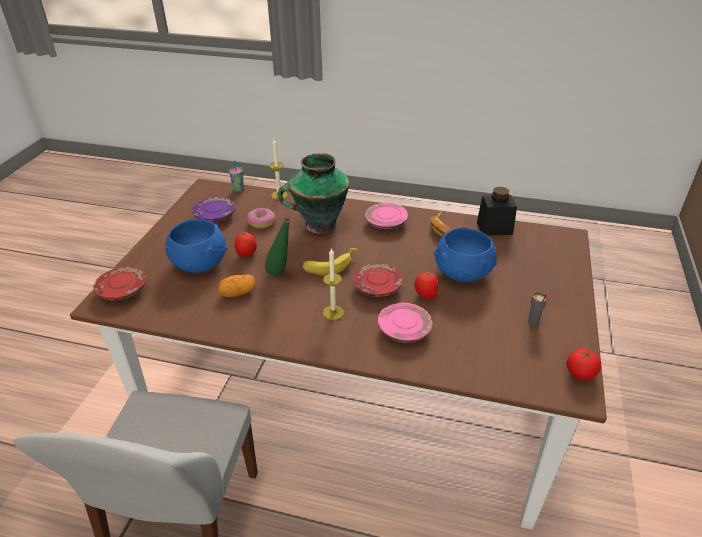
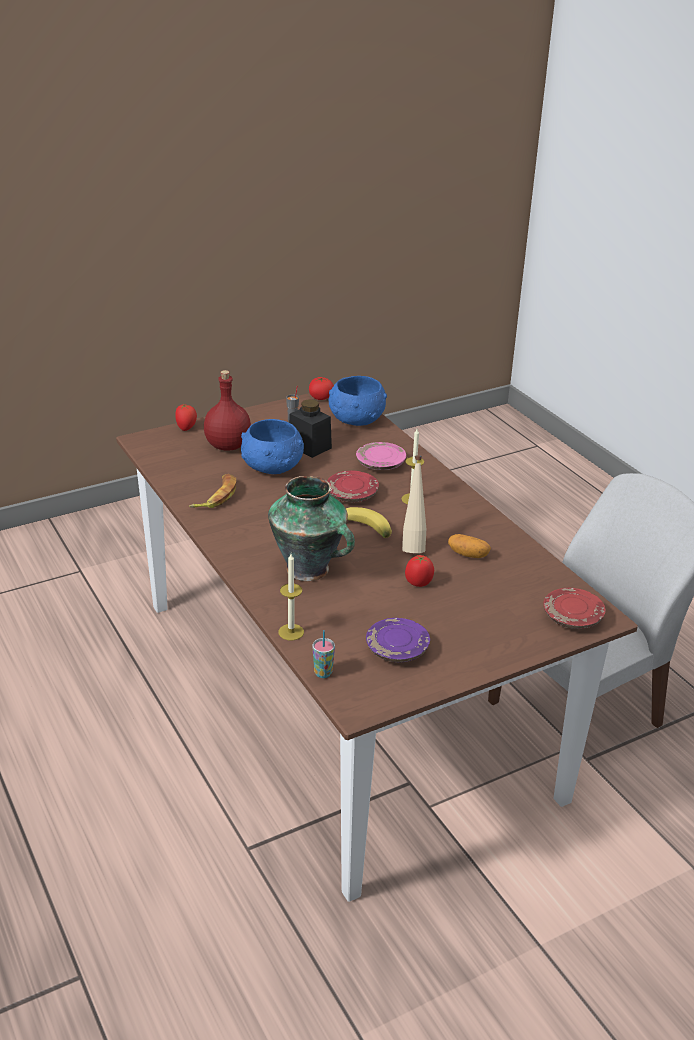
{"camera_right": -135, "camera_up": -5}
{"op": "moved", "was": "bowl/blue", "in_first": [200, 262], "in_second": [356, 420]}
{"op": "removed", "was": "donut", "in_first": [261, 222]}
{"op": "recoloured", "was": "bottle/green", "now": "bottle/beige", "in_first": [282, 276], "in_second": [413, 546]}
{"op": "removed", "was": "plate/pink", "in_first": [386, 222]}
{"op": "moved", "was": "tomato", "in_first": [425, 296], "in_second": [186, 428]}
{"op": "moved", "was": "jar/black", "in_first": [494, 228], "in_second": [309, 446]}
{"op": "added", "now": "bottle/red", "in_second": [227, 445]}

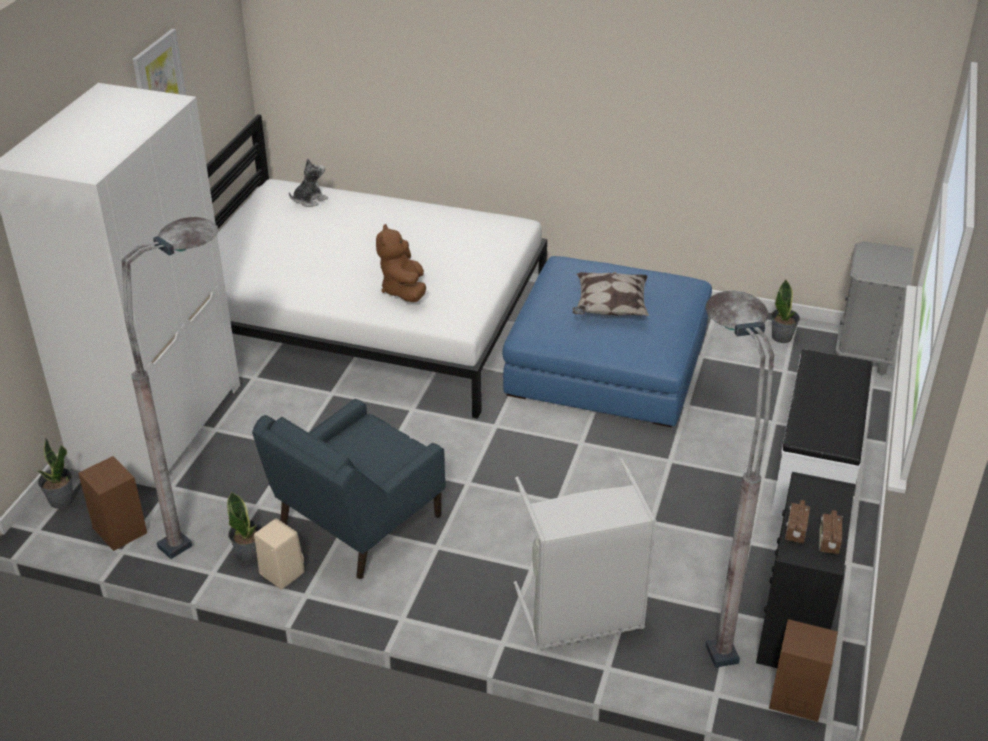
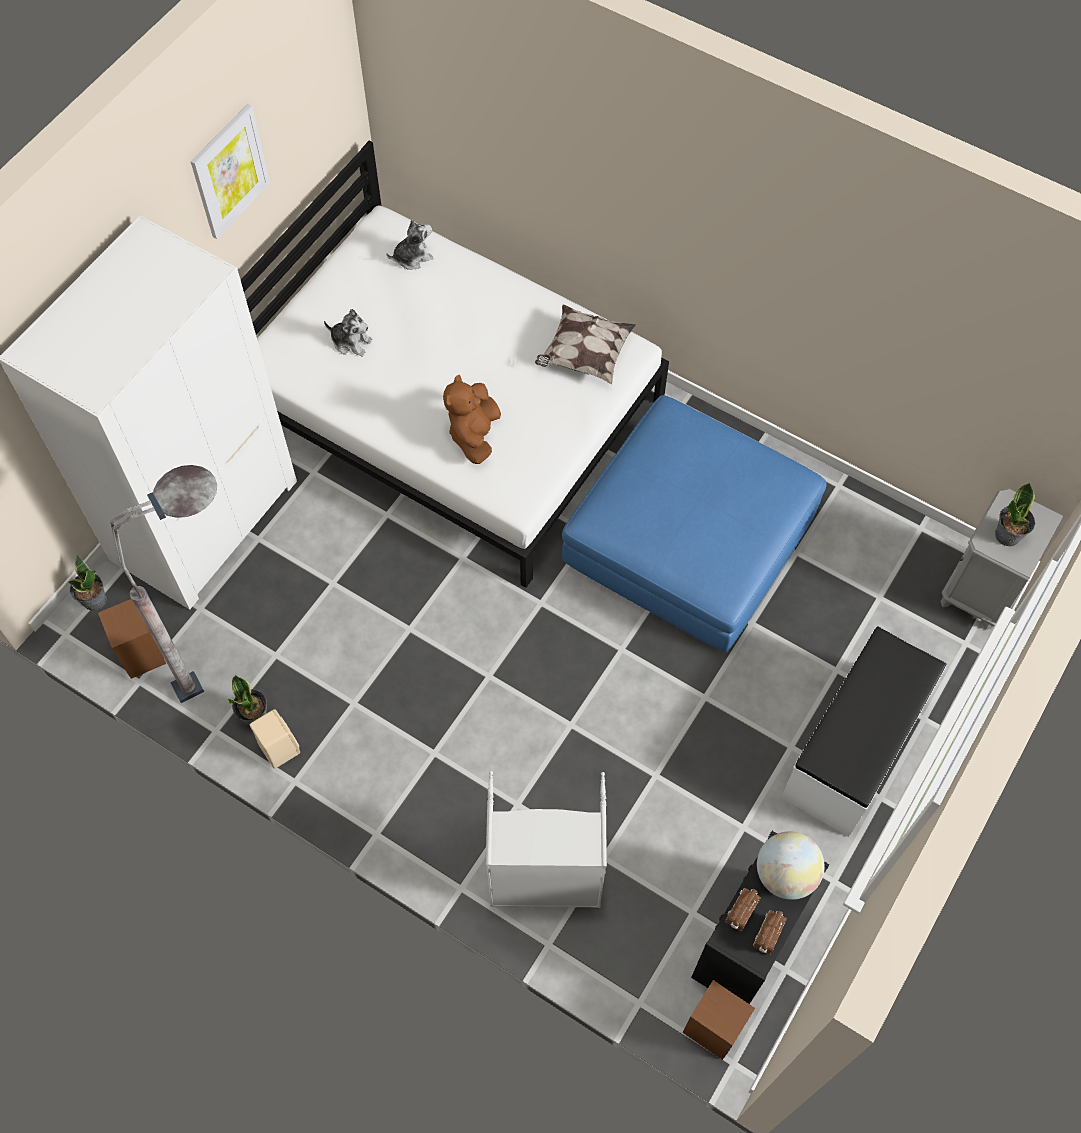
{"camera_right": 15, "camera_up": 25}
{"op": "removed", "was": "armchair/blue", "in_first": [357, 523]}
{"op": "moved", "was": "pillow", "in_first": [609, 309], "in_second": [584, 355]}
{"op": "removed", "was": "floor lamp/grey", "in_first": [704, 612]}
{"op": "moved", "was": "potted plant", "in_first": [782, 337], "in_second": [1008, 535]}
{"op": "added", "now": "plush toy", "in_second": [351, 342]}
{"op": "added", "now": "globe", "in_second": [785, 874]}

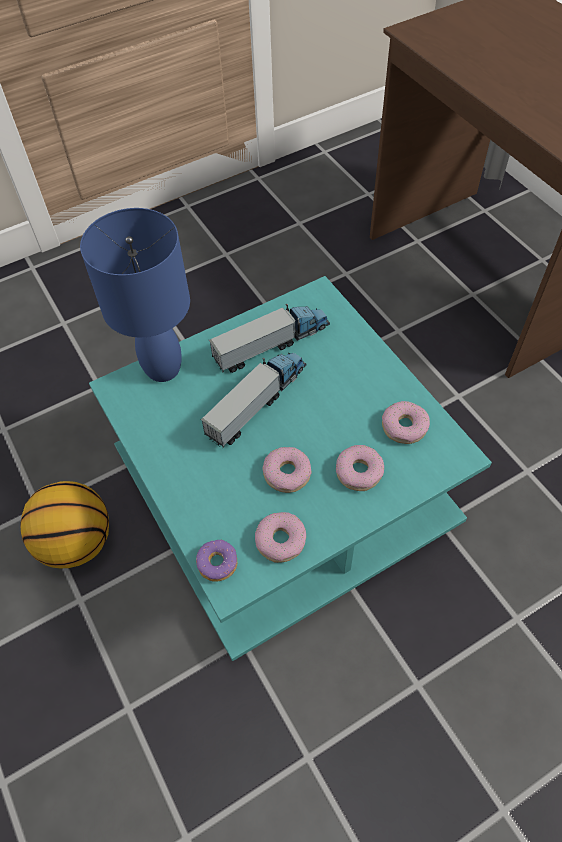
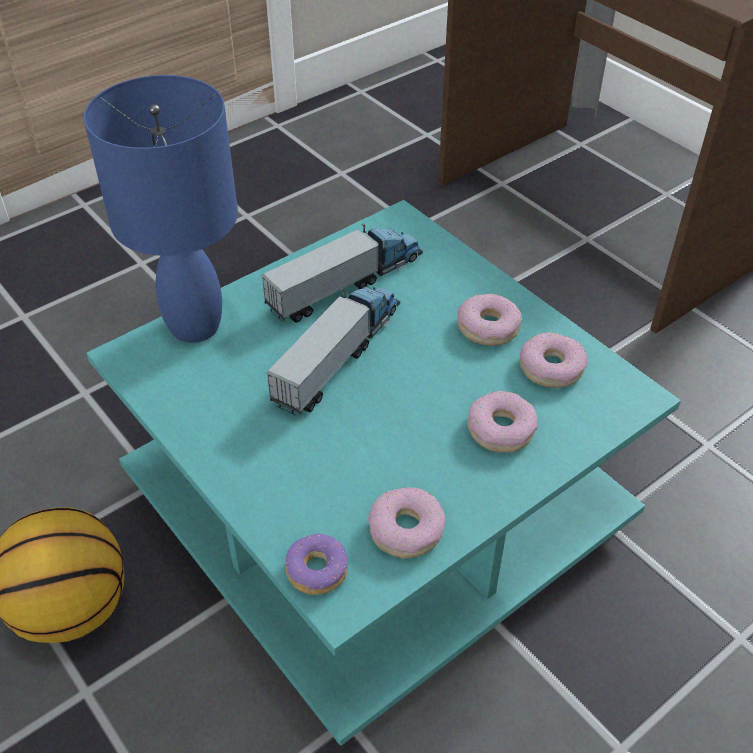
{"camera_right": -10, "camera_up": -10}
{"op": "moved", "was": "donut", "in_first": [286, 473], "in_second": [488, 327]}

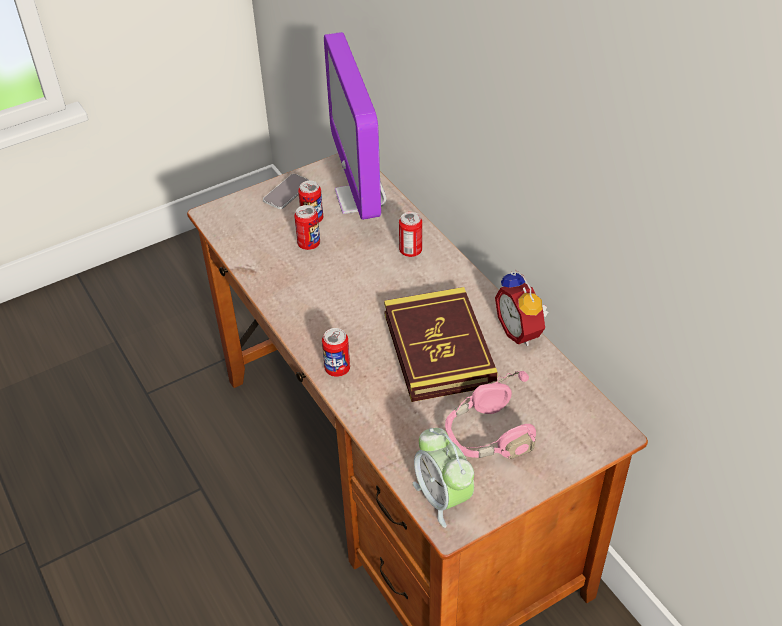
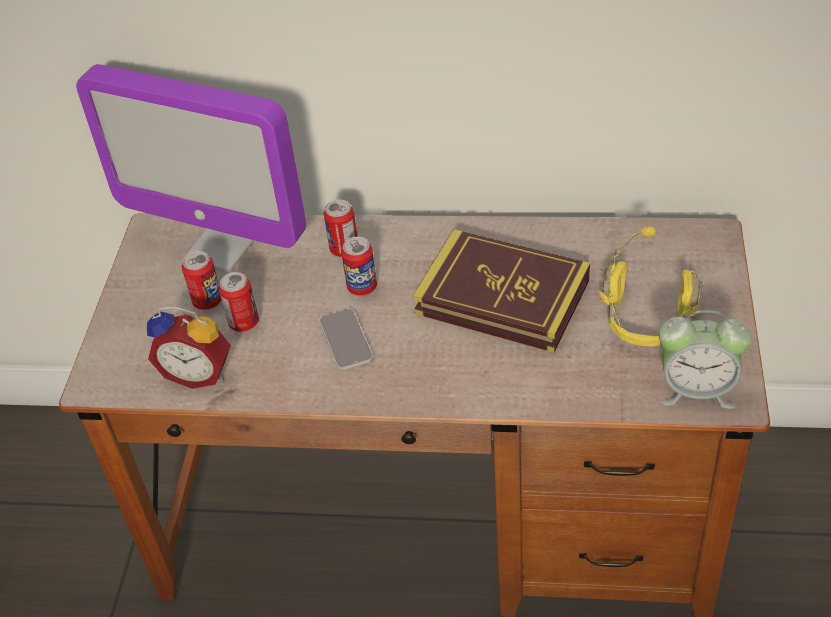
{"camera_right": -50, "camera_up": 0}
{"op": "moved", "was": "phone", "in_first": [287, 192], "in_second": [346, 340]}
{"op": "moved", "was": "can", "in_first": [337, 369], "in_second": [362, 287]}
{"op": "recoloured", "was": "headphones/pink", "now": "headphones/yellow", "in_first": [487, 436], "in_second": [646, 319]}
{"op": "moved", "was": "alarm clock", "in_first": [521, 331], "in_second": [199, 373]}

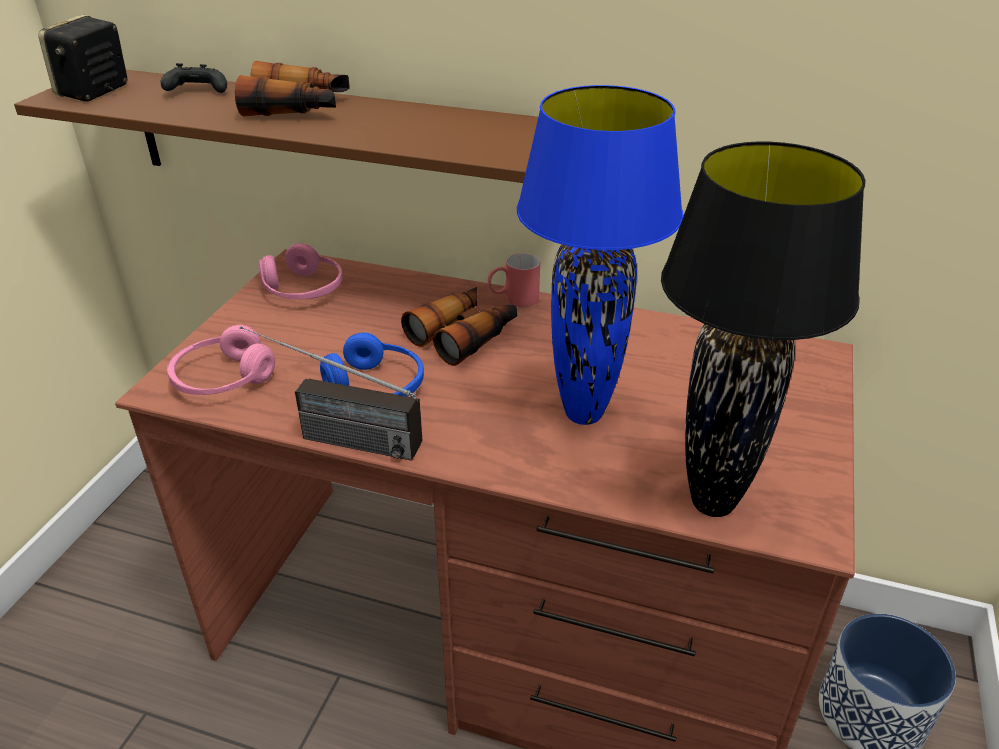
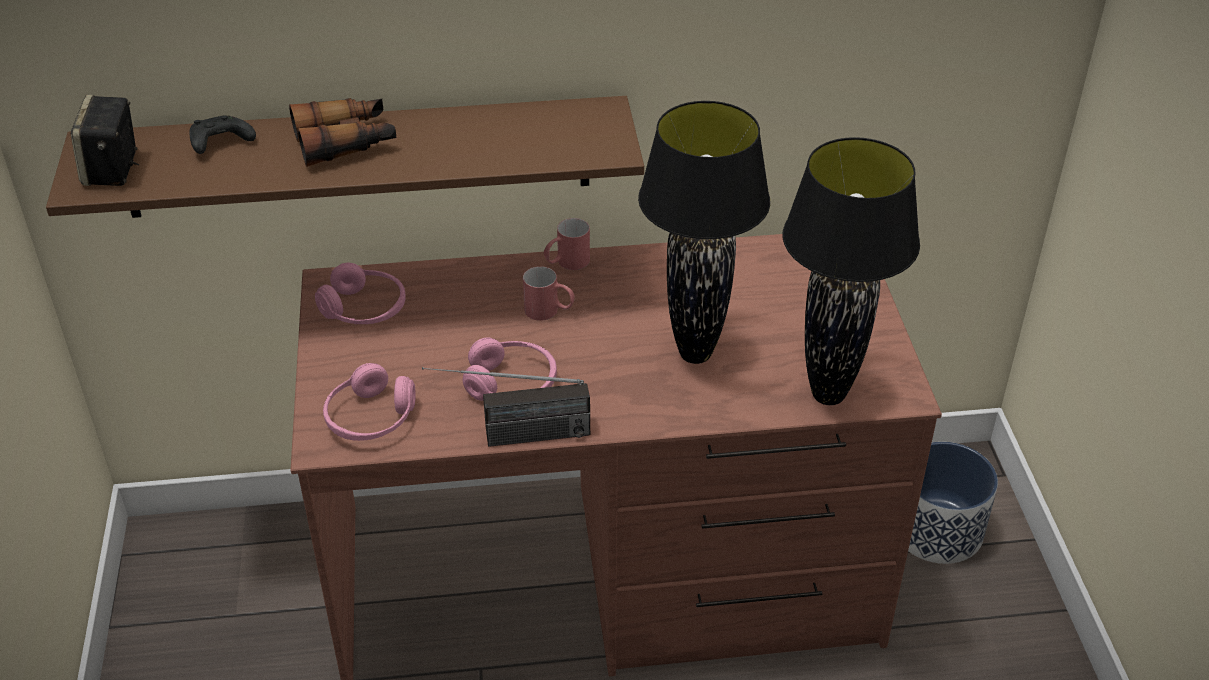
{"camera_right": -25, "camera_up": 5}
{"op": "recoloured", "was": "headphones/blue", "now": "headphones/pink", "in_first": [376, 387], "in_second": [511, 383]}
{"op": "replaced", "was": "binoculars", "now": "mug/red", "in_first": [464, 335], "in_second": [549, 312]}
{"op": "recoloured", "was": "table lamp/blue", "now": "table lamp/black", "in_first": [582, 413], "in_second": [694, 354]}

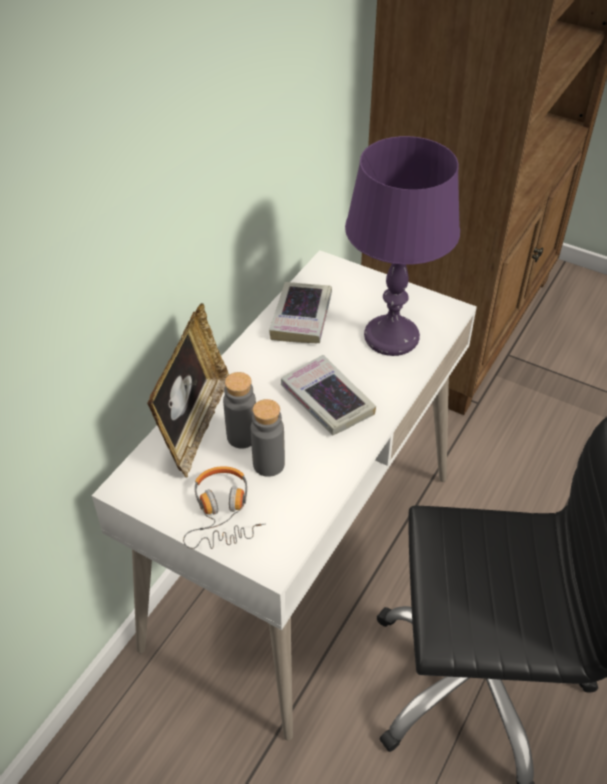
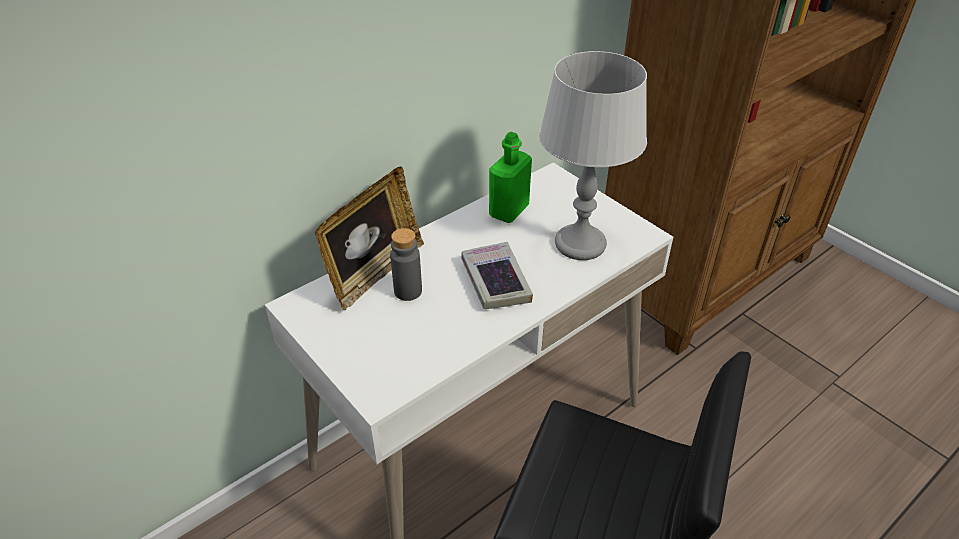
{"camera_right": 20, "camera_up": -5}
{"op": "removed", "was": "headphones", "in_first": [222, 513]}
{"op": "removed", "was": "bottle/grey", "in_first": [268, 464]}
{"op": "replaced", "was": "book", "now": "bottle/green", "in_first": [301, 317], "in_second": [509, 211]}
{"op": "recoloured", "was": "table lamp/purple", "now": "table lamp/grey", "in_first": [390, 337], "in_second": [579, 244]}

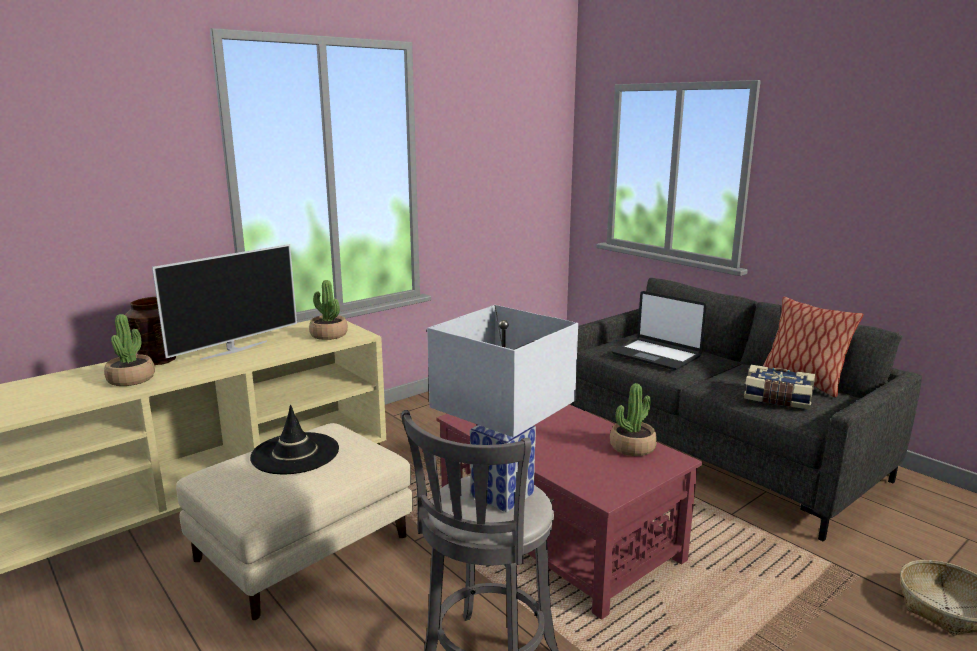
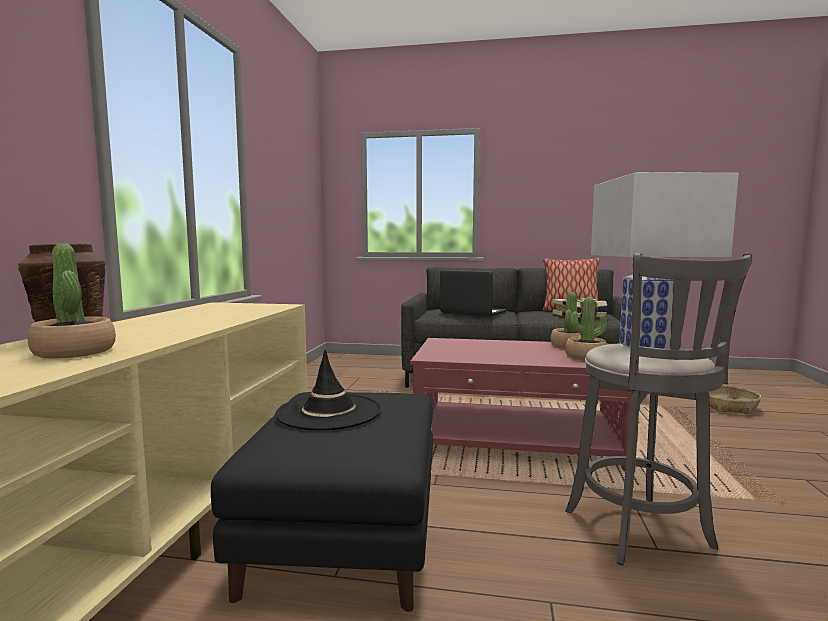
{"camera_right": -40, "camera_up": -10}
{"op": "removed", "was": "television", "in_first": [234, 350]}
{"op": "recoloured", "was": "ottoman/beige", "now": "ottoman/black", "in_first": [304, 548], "in_second": [345, 531]}
{"op": "moved", "was": "potted plant", "in_first": [328, 335], "in_second": [585, 357]}
{"op": "turned", "was": "laptop", "in_first": [656, 355], "in_second": [473, 312], "clockwise": -150}

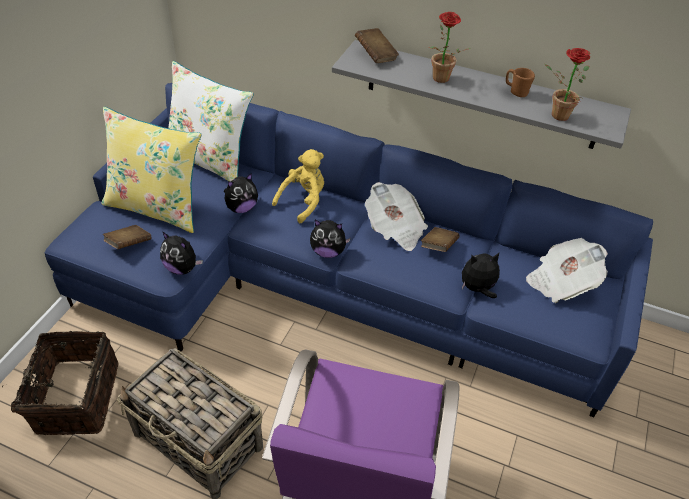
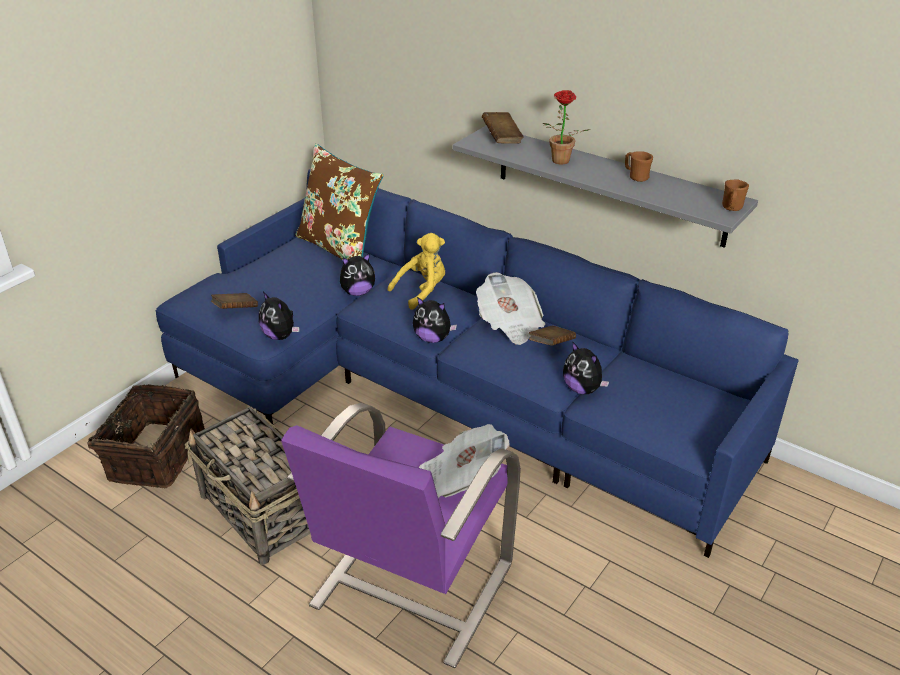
{"camera_right": 15, "camera_up": -10}
{"op": "removed", "was": "pillow/yellow", "in_first": [156, 207]}
{"op": "recoloured", "was": "pillow/white", "now": "pillow/brown", "in_first": [209, 159], "in_second": [340, 247]}
{"op": "turned", "was": "plush toy", "in_first": [477, 289], "in_second": [582, 389], "clockwise": -135}
{"op": "moved", "was": "newspaper", "in_first": [561, 282], "in_second": [461, 478]}
{"op": "removed", "was": "potted plant", "in_first": [556, 115]}
{"op": "added", "now": "mug/brown", "in_second": [731, 208]}

